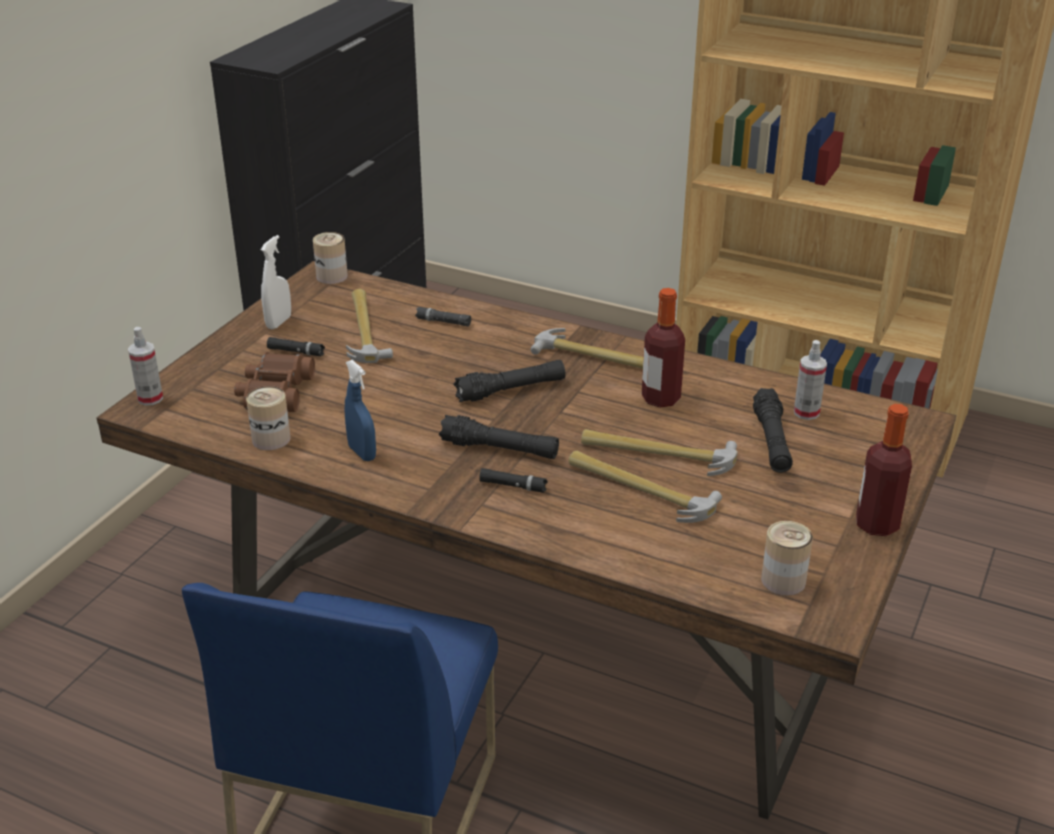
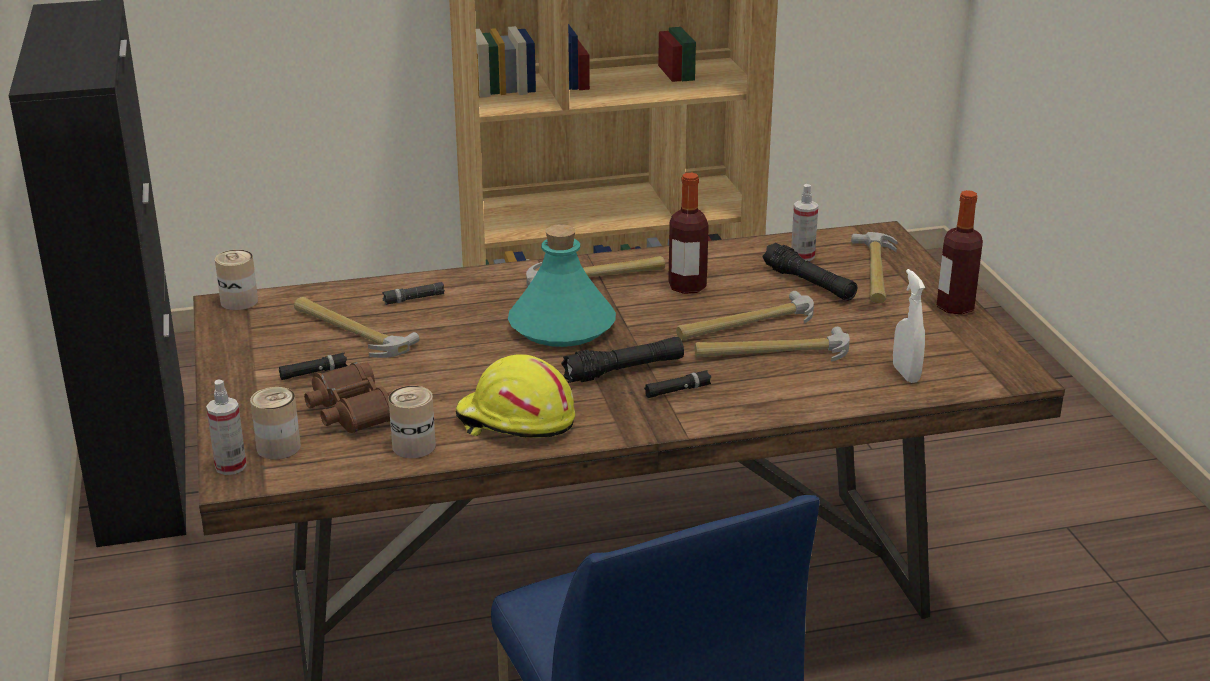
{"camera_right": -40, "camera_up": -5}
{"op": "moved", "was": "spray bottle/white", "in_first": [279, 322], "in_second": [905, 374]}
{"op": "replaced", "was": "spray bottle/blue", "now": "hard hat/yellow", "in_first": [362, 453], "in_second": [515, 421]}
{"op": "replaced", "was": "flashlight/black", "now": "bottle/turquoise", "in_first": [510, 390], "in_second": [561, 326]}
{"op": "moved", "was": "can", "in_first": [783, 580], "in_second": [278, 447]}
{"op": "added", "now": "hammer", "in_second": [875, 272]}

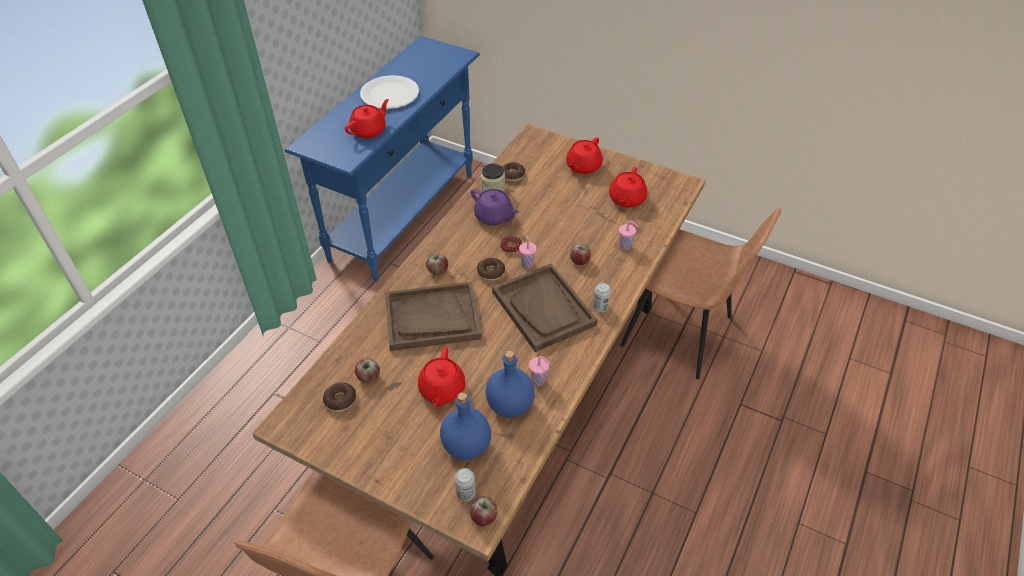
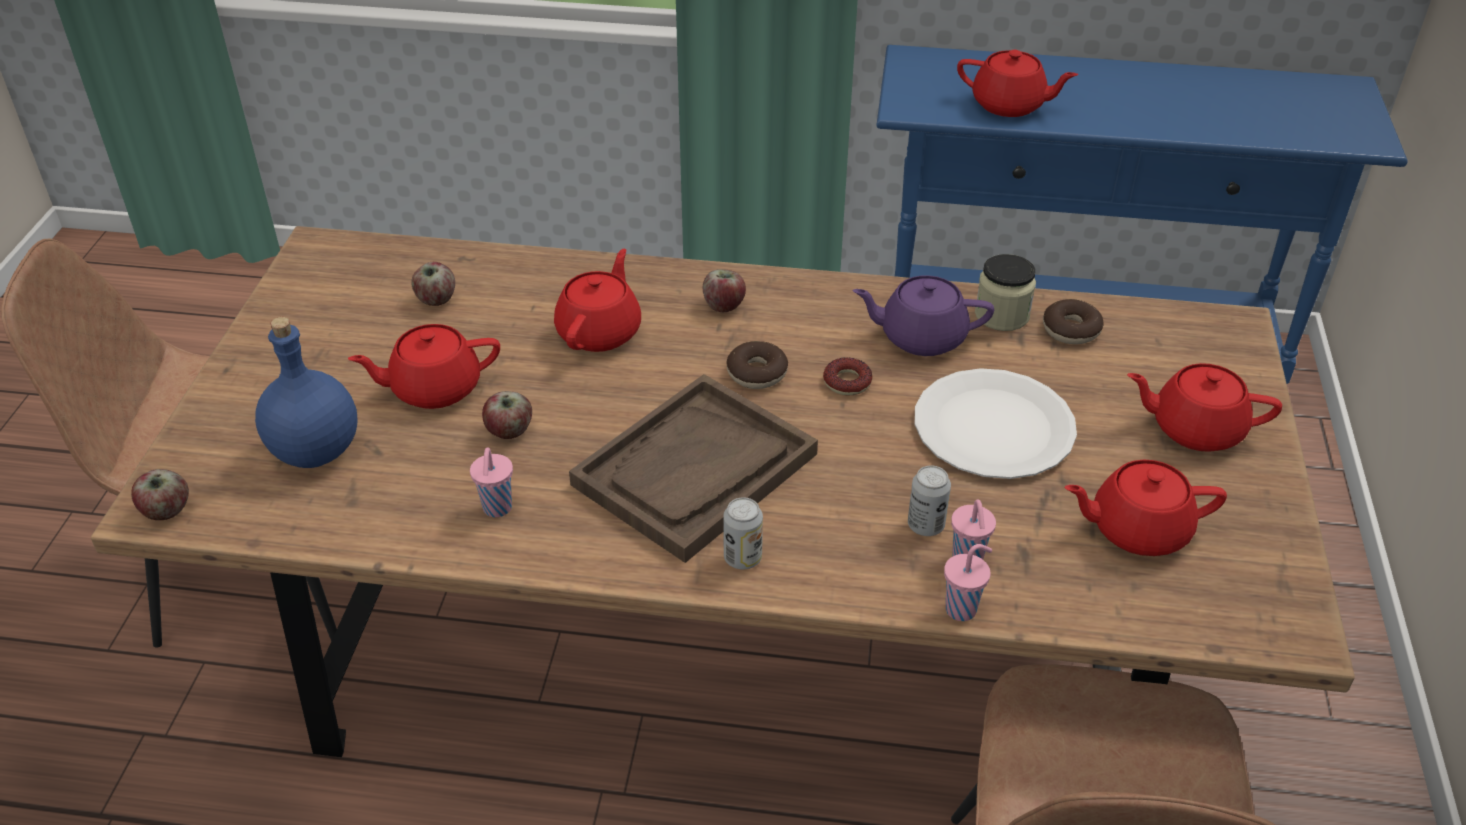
{"camera_right": 70, "camera_up": -5}
{"op": "removed", "was": "donut", "in_first": [340, 400]}
{"op": "moved", "was": "plate/white", "in_first": [390, 94], "in_second": [994, 427]}
{"op": "replaced", "was": "tray/brown", "now": "teapot/red", "in_first": [432, 318], "in_second": [600, 331]}
{"op": "moved", "was": "can", "in_first": [466, 493], "in_second": [926, 525]}
{"op": "turned", "was": "teapot/purple", "in_first": [494, 217], "in_second": [921, 337], "clockwise": 75}
{"op": "removed", "was": "bottle/blue", "in_first": [509, 405]}
{"op": "moved", "was": "cup/pink", "in_first": [527, 263], "in_second": [962, 609]}
{"op": "moved", "was": "apple", "in_first": [579, 261], "in_second": [509, 431]}

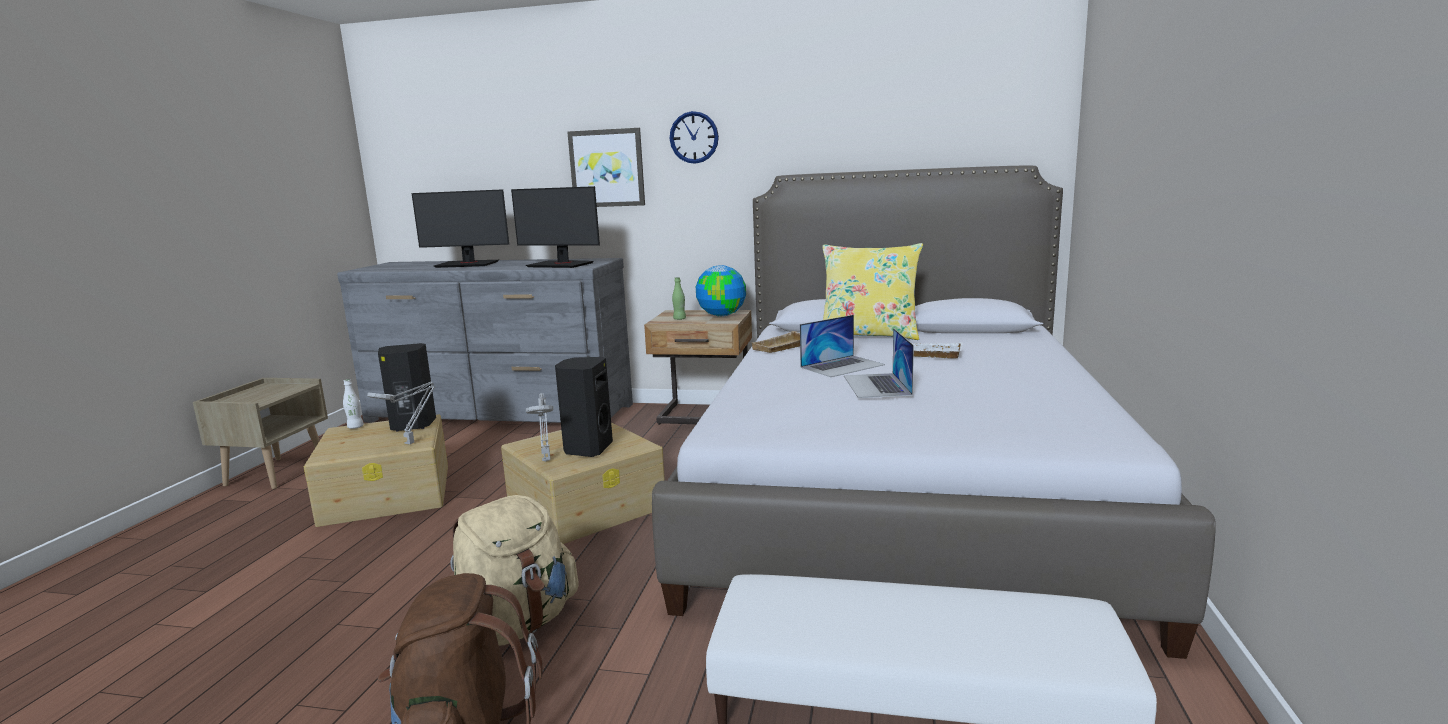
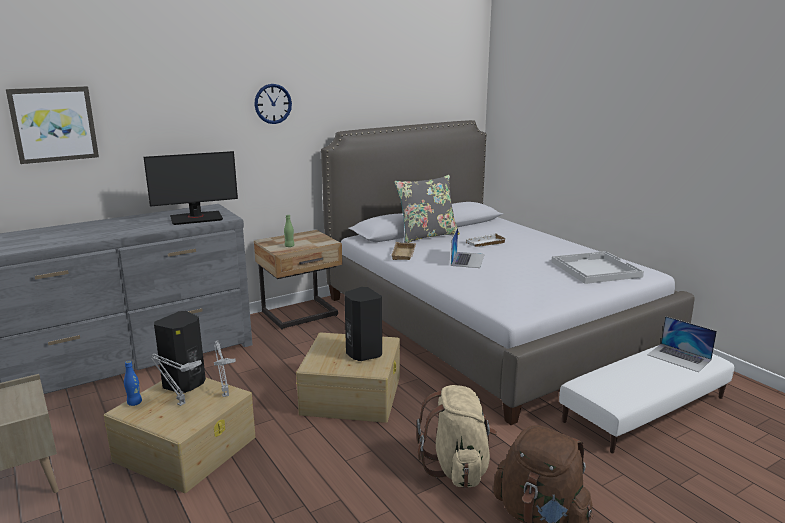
{"camera_right": -45, "camera_up": 5}
{"op": "recoloured", "was": "bottle/white", "now": "bottle/blue", "in_first": [355, 427], "in_second": [134, 403]}
{"op": "removed", "was": "monitor", "in_first": [467, 264]}
{"op": "moved", "was": "table lamp/grey", "in_first": [546, 459], "in_second": [179, 403]}
{"op": "moved", "was": "picture", "in_first": [607, 168], "in_second": [54, 124]}
{"op": "removed", "was": "globe", "in_first": [721, 315]}
{"op": "recoloured", "was": "pillow/yellow", "now": "pillow/grey", "in_first": [869, 335], "in_second": [427, 236]}
{"op": "moved", "was": "laptop", "in_first": [877, 385], "in_second": [679, 357]}
{"op": "added", "now": "tray/white", "in_second": [594, 269]}

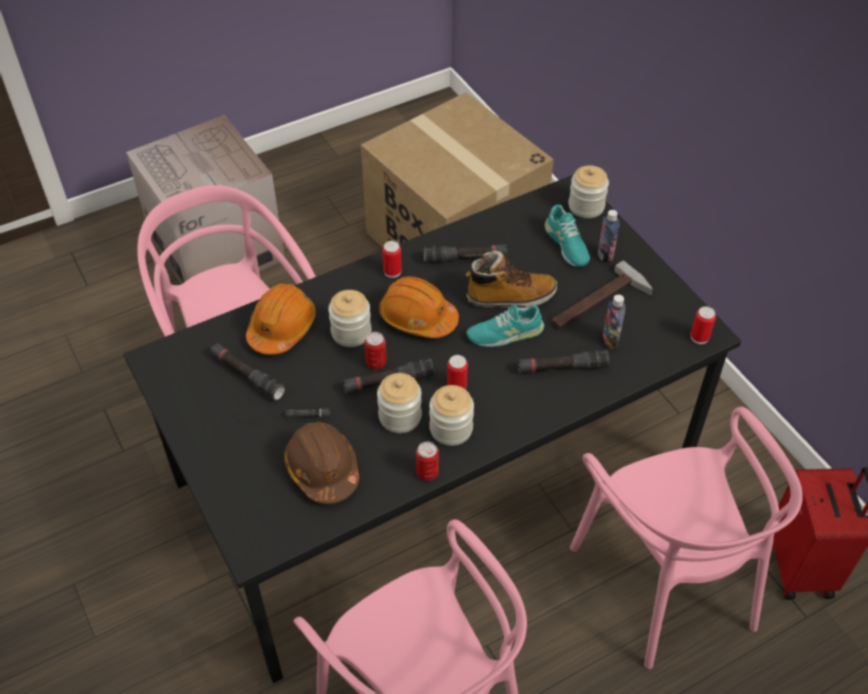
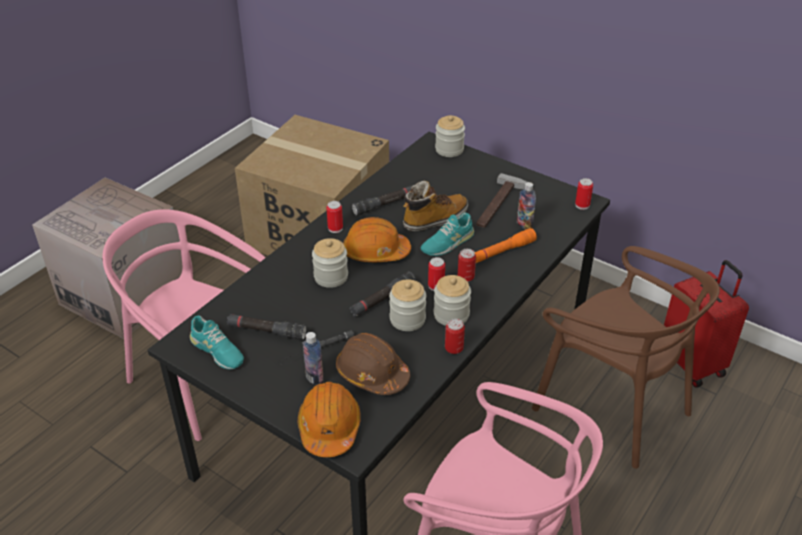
{"camera_right": -25, "camera_up": -10}
{"op": "moved", "was": "hard hat/orange", "in_first": [282, 327], "in_second": [329, 427]}
{"op": "moved", "was": "can", "in_first": [376, 362], "in_second": [466, 277]}
{"op": "recoloured", "was": "flashlight/black", "now": "flashlight/orange", "in_first": [562, 367], "in_second": [503, 251]}
{"op": "moved", "was": "shoe/turquoise", "in_first": [566, 244], "in_second": [217, 351]}
{"op": "recoloured", "was": "chair/pink", "now": "chair/brown", "in_first": [666, 582], "in_second": [612, 407]}
{"op": "moved", "was": "bottle", "in_first": [605, 256], "in_second": [314, 378]}

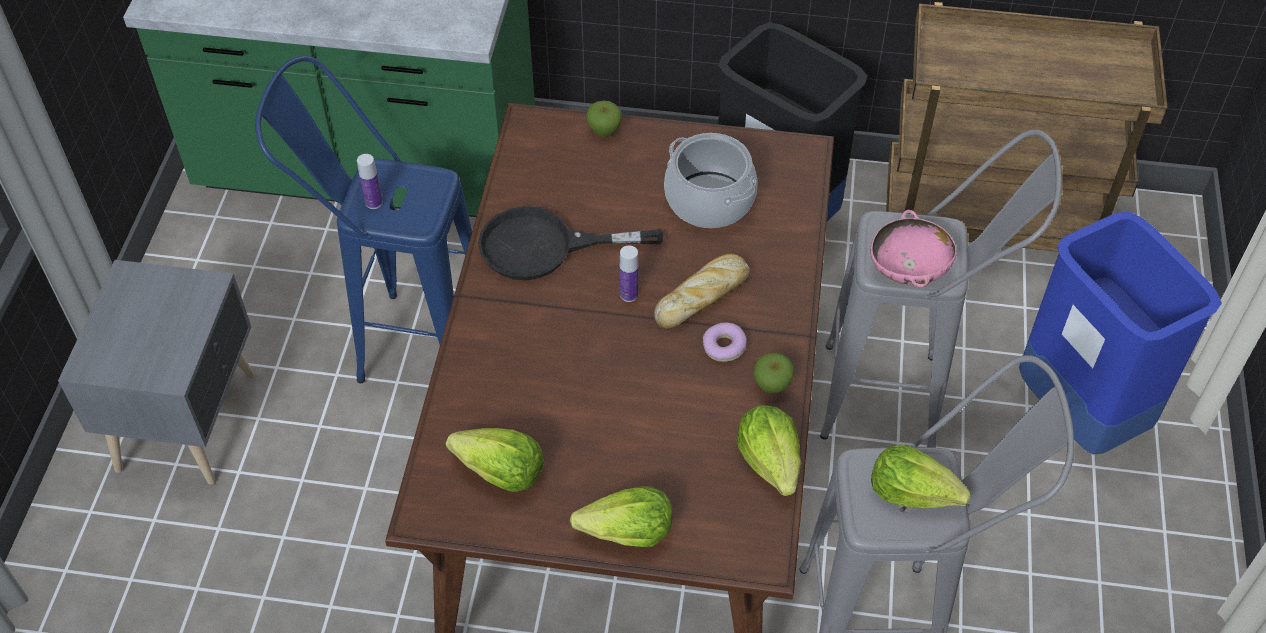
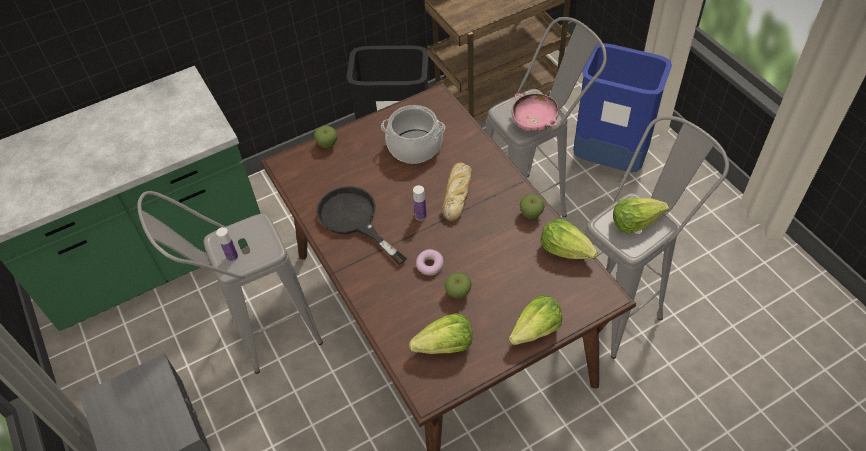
{"camera_right": -35, "camera_up": 0}
{"op": "recoloured", "was": "stool/blue", "now": "stool/grey", "in_first": [403, 342], "in_second": [262, 336]}
{"op": "turned", "was": "frying pan/black", "in_first": [544, 247], "in_second": [354, 220], "clockwise": 90}
{"op": "moved", "was": "donut", "in_first": [724, 346], "in_second": [429, 265]}
{"op": "added", "now": "apple", "in_second": [458, 293]}

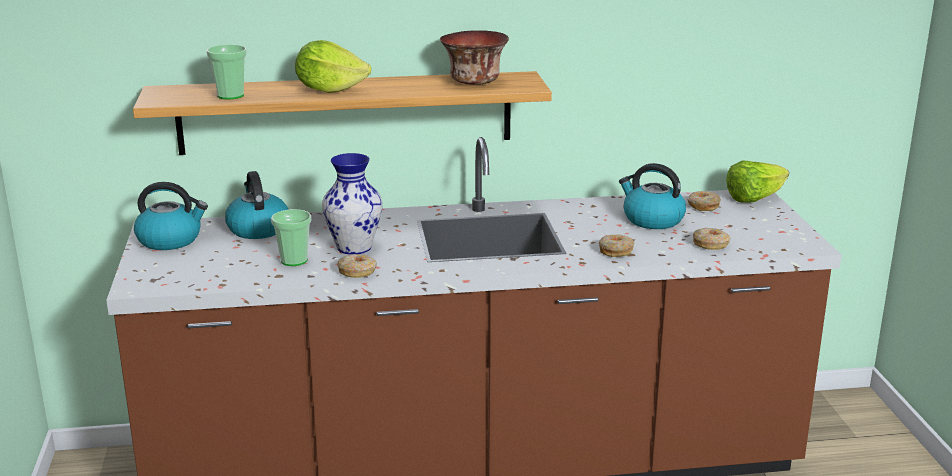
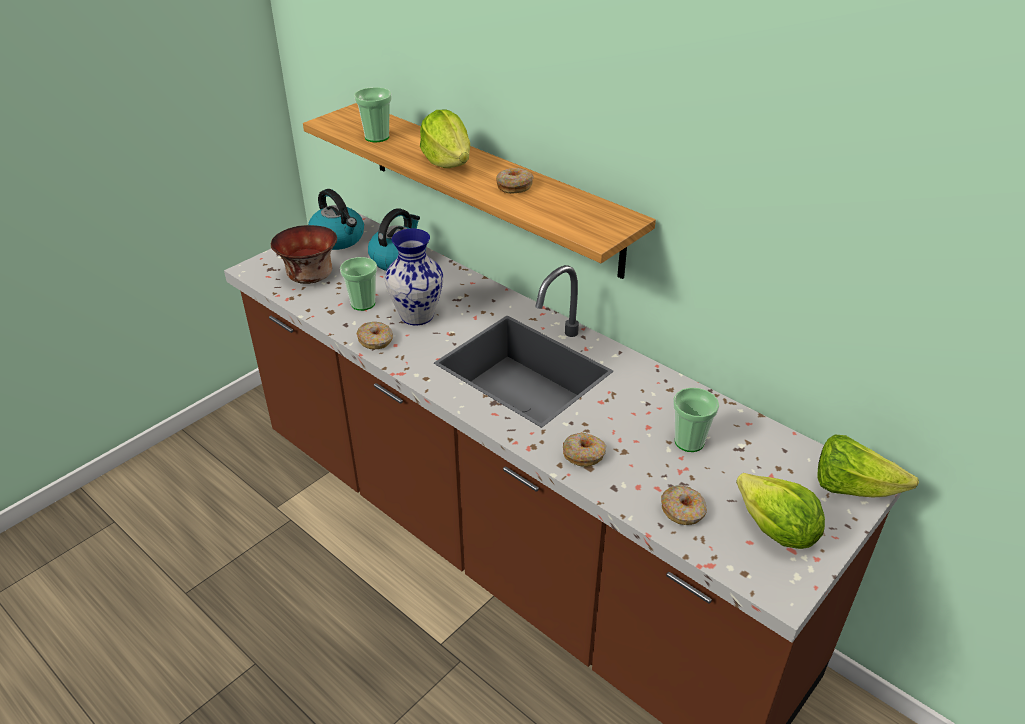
{"camera_right": 50, "camera_up": 15}
{"op": "moved", "was": "bowl", "in_first": [475, 82], "in_second": [309, 277]}
{"op": "replaced", "was": "kettle", "now": "cup", "in_first": [652, 220], "in_second": [689, 442]}
{"op": "moved", "was": "donut", "in_first": [702, 206], "in_second": [514, 186]}
{"op": "added", "now": "lettuce", "in_second": [775, 531]}

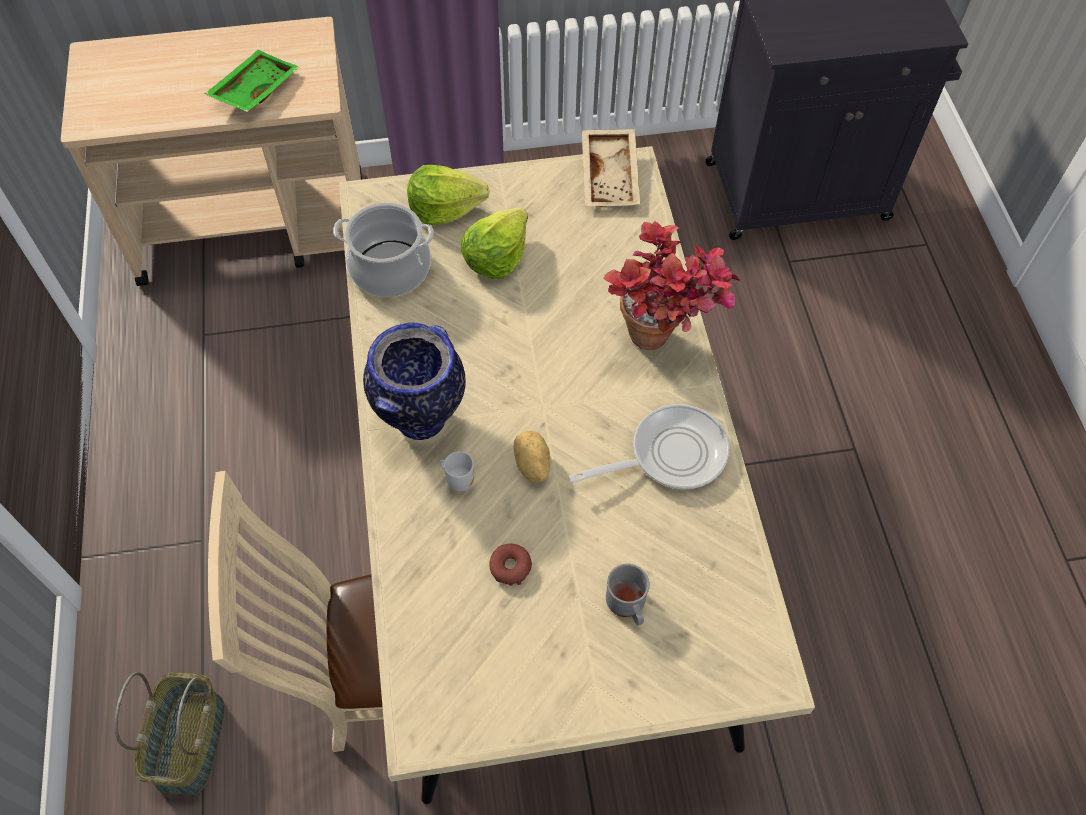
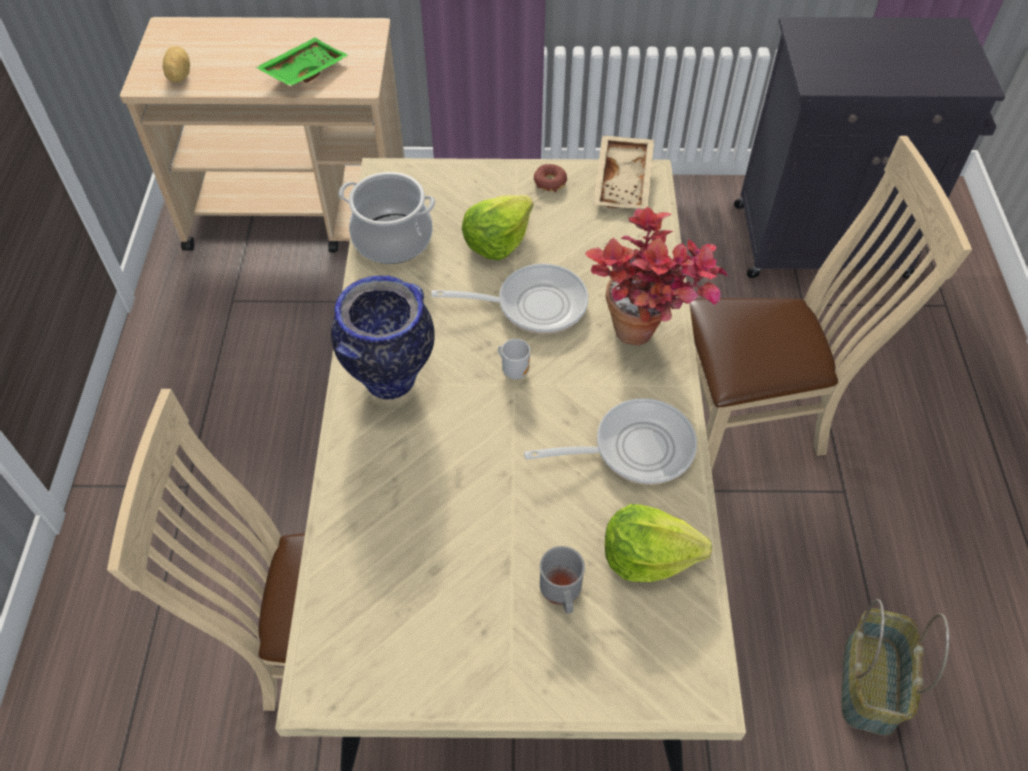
{"camera_right": 10, "camera_up": -5}
{"op": "moved", "was": "basket", "in_first": [192, 743], "in_second": [871, 684]}
{"op": "moved", "was": "lettuce", "in_first": [445, 208], "in_second": [648, 555]}
{"op": "moved", "was": "mug", "in_first": [459, 480], "in_second": [514, 370]}
{"op": "moved", "was": "donut", "in_first": [510, 567], "in_second": [550, 182]}
{"op": "moved", "was": "potato", "in_first": [531, 465], "in_second": [178, 76]}
{"op": "added", "now": "frying pan", "in_second": [533, 304]}
{"op": "added", "now": "chair/beige", "in_second": [757, 420]}

